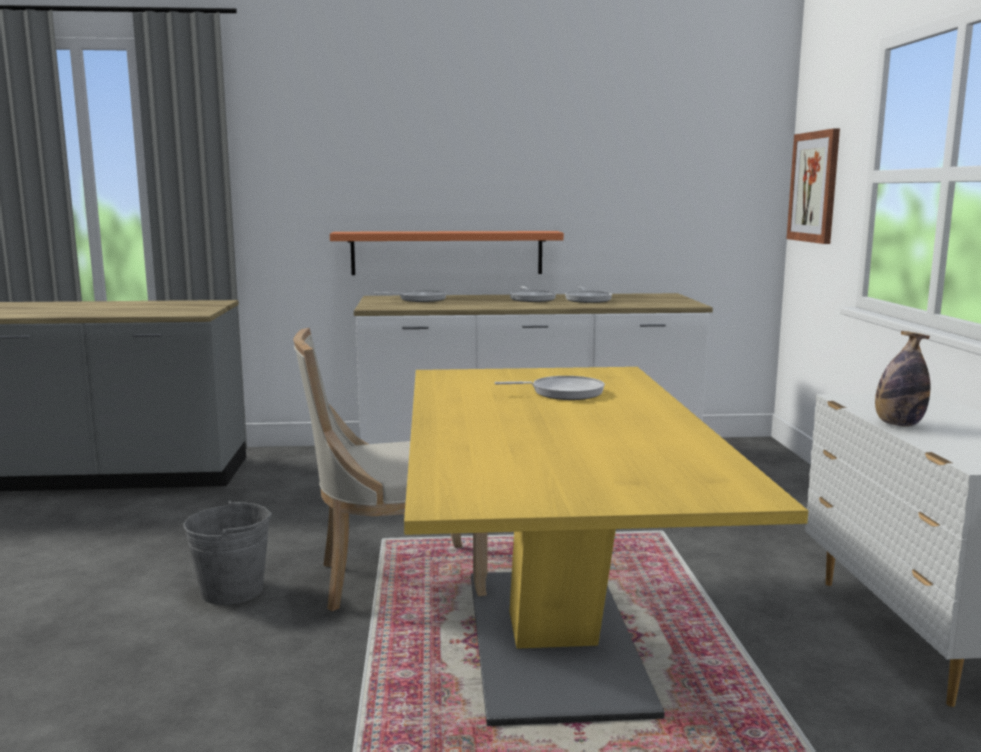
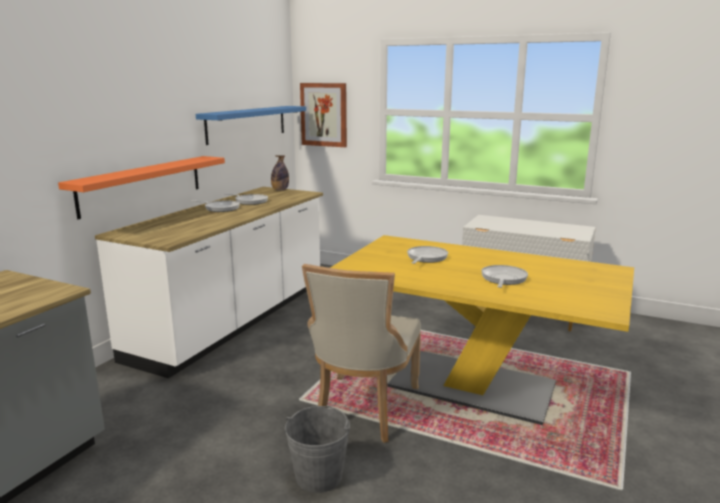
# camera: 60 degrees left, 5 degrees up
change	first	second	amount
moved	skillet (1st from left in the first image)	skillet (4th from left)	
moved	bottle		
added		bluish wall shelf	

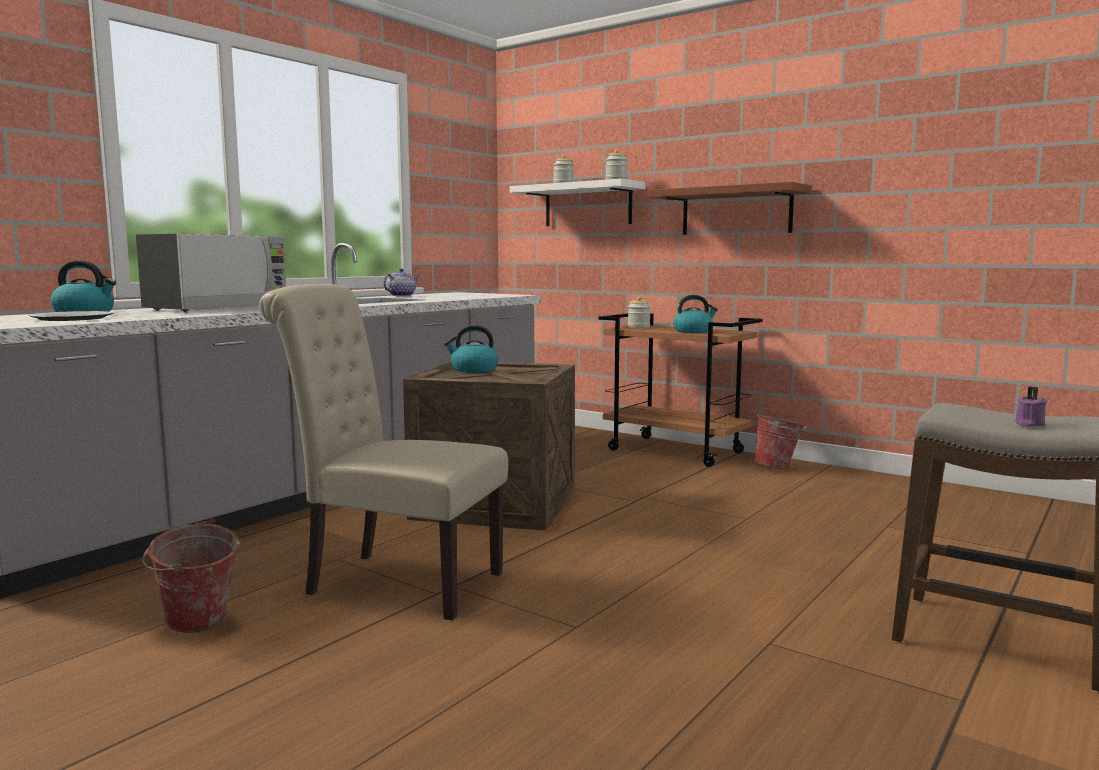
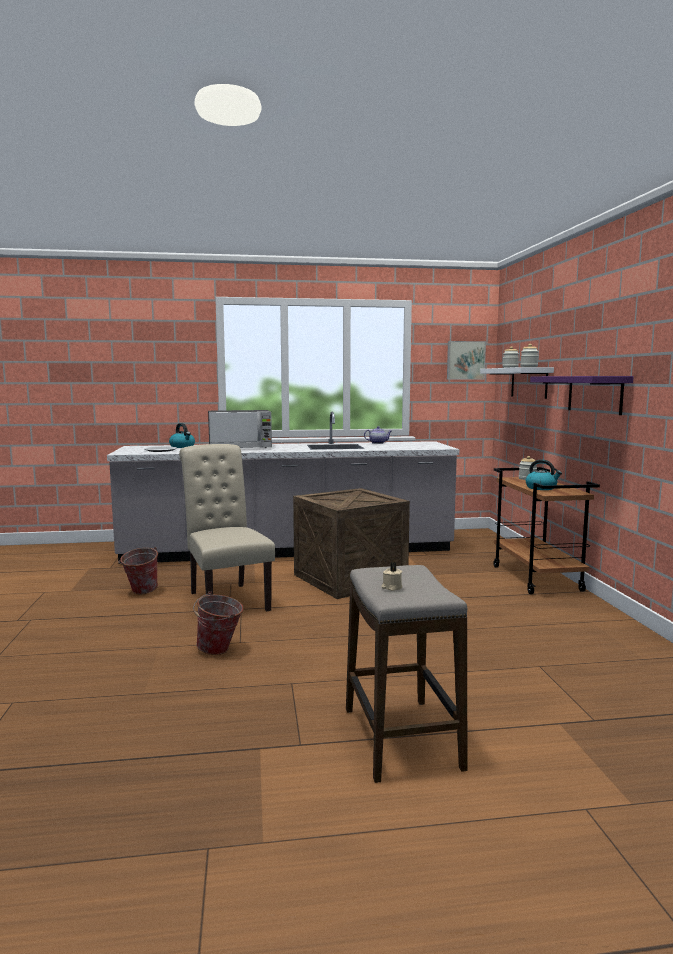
# camera: 45 degrees right, 0 degrees up
change	first	second	amount
recoloured	brown wall shelf	purple wall shelf	
removed	tea kettle (2nd from left)		
recoloured	purple wax candle	sand-coloured wax candle	
moved	pail (2nd from left)		
added		picture	

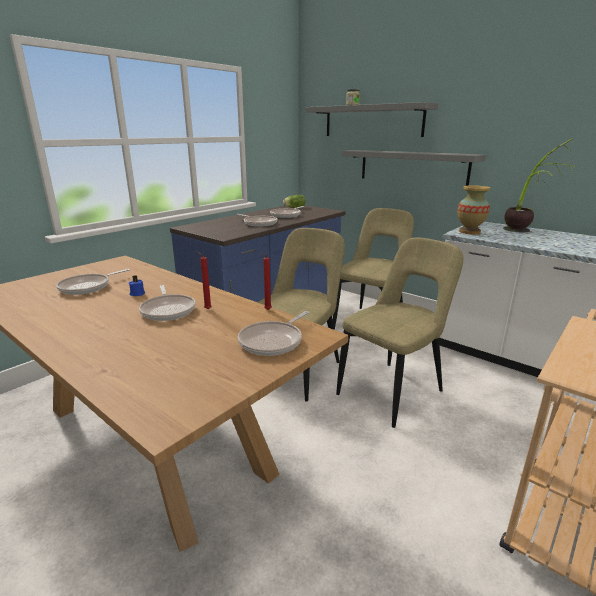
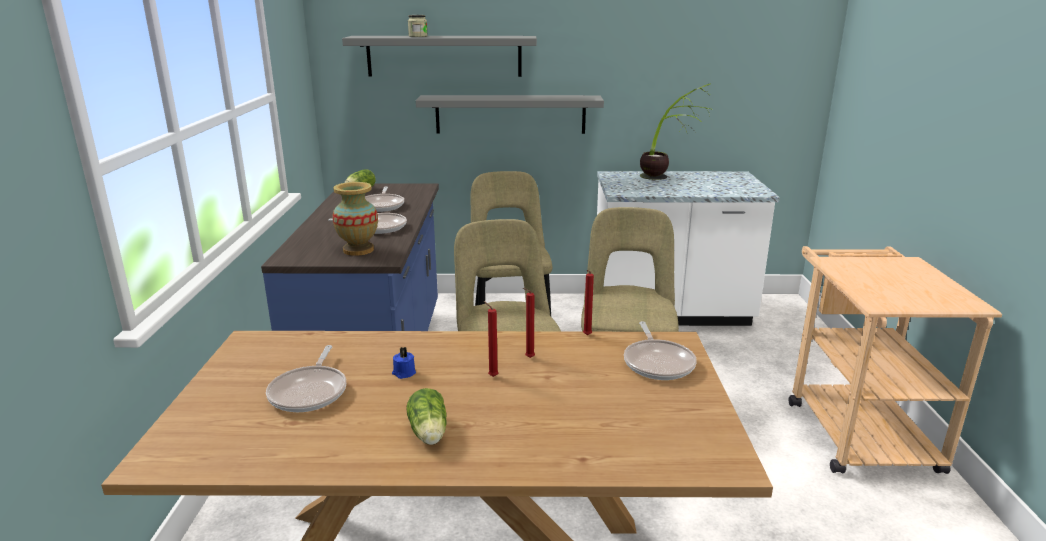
# camera: 40 degrees left, 0 degrees up
change	first	second	amount
moved	flower vase		
replaced	skillet (2nd from left)	reddish wax candle (1st from left)	
added		head of lettuce (2nd from left)	

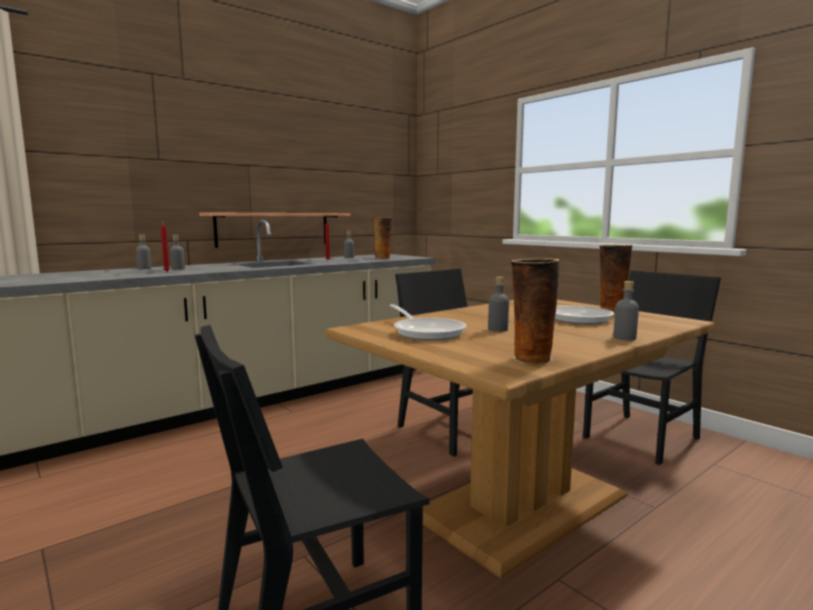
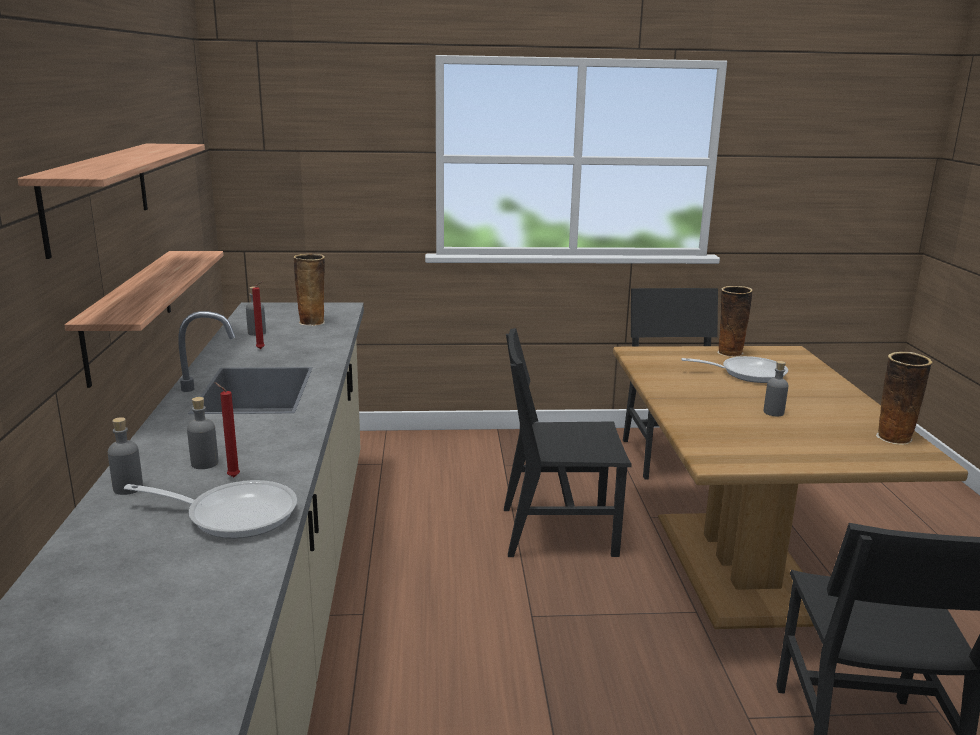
# camera: 55 degrees left, 10 degrees up
change	first	second	amount
removed	greyish bottle (5th from left)		
moved	skillet (1st from left)		
added		wall shelf (1st from left)	

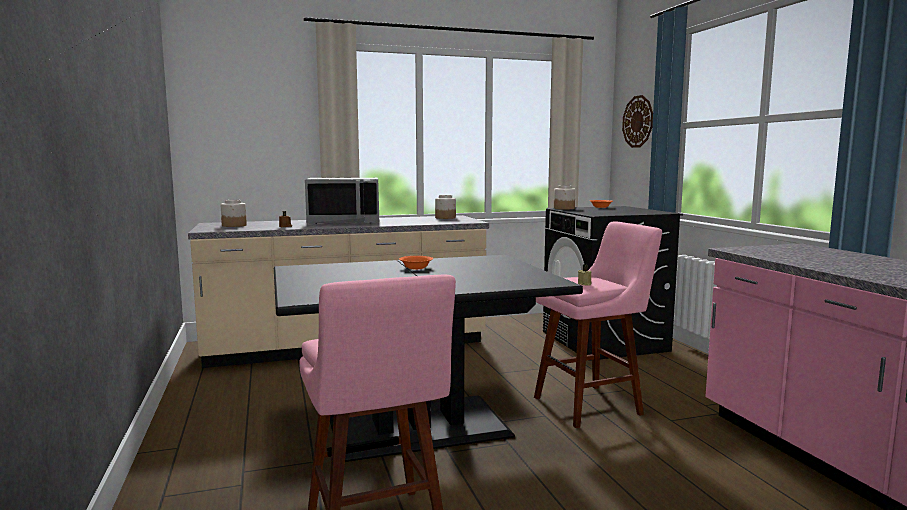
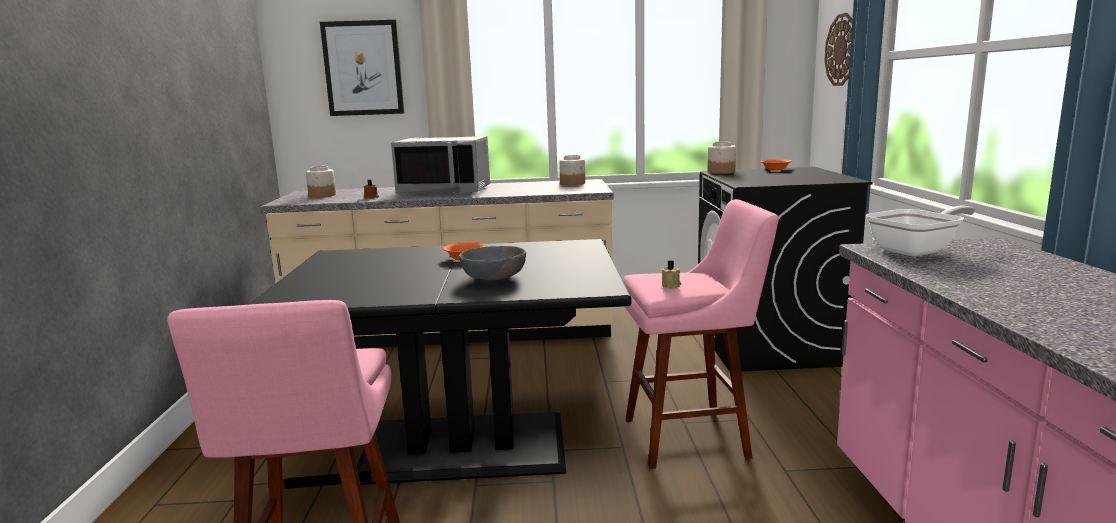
# camera: 15 degrees right, 5 degrees up
change	first	second	amount
added		picture	
added		skillet	
added		greyish deep dish	

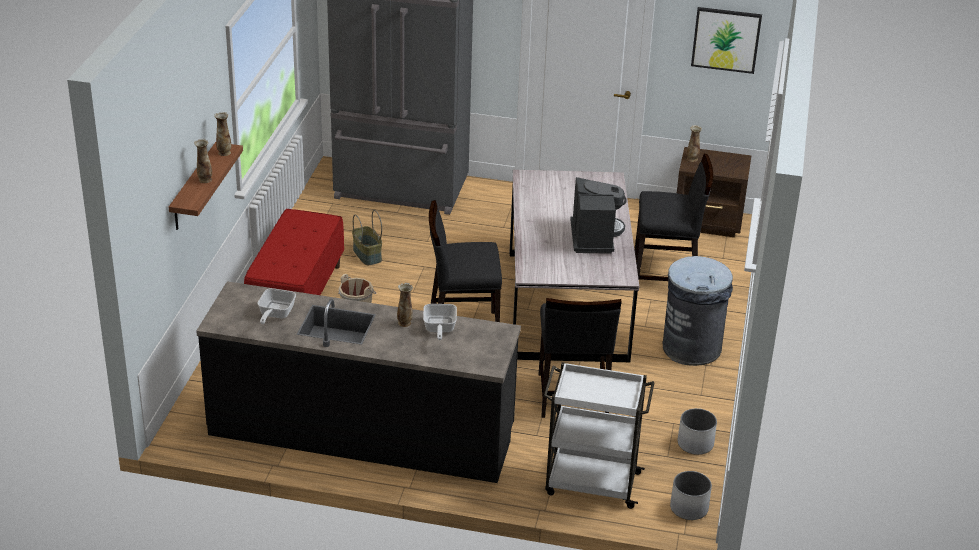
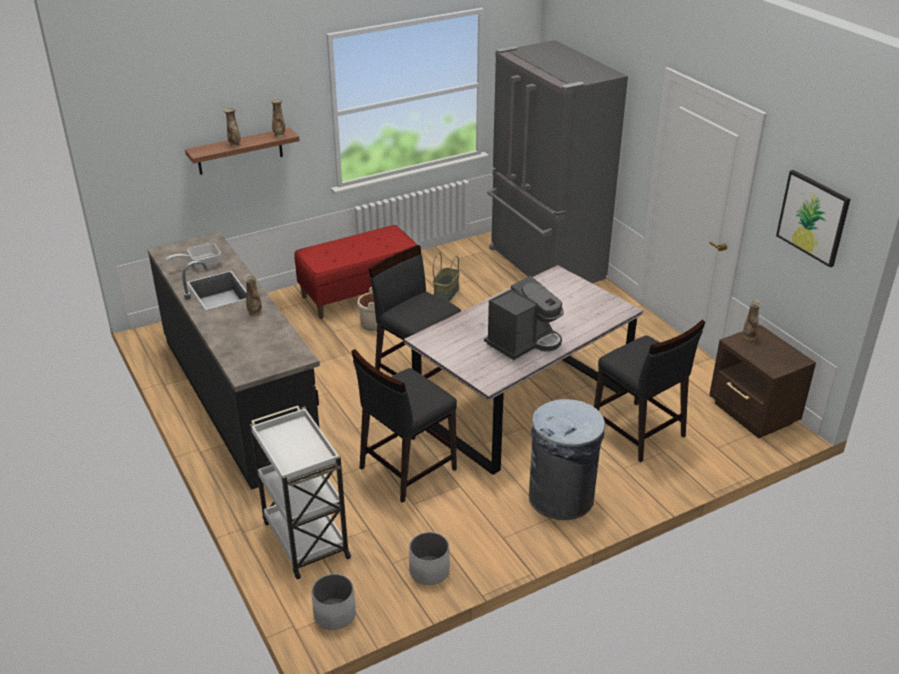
# camera: 50 degrees right, 0 degrees up
change	first	second	amount
removed	skillet (2nd from left)		

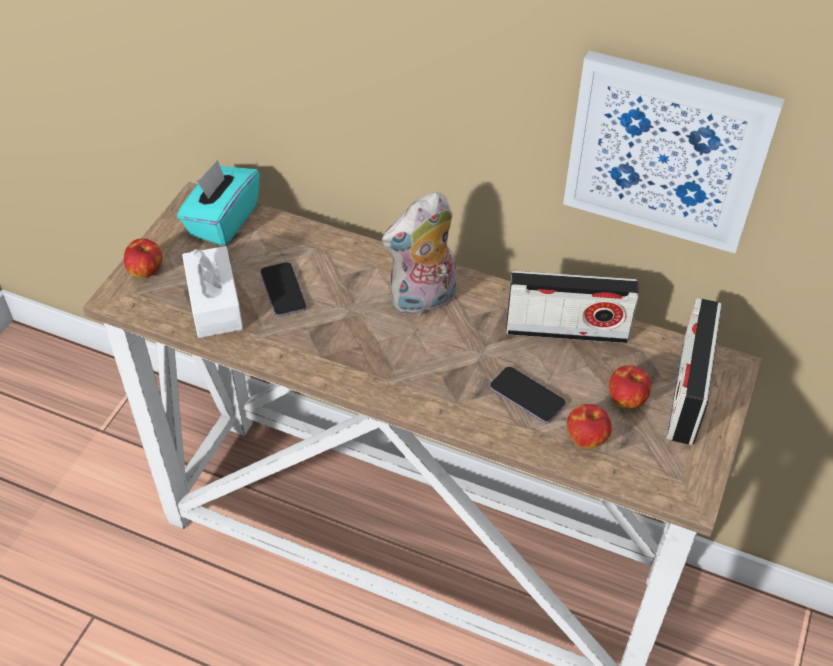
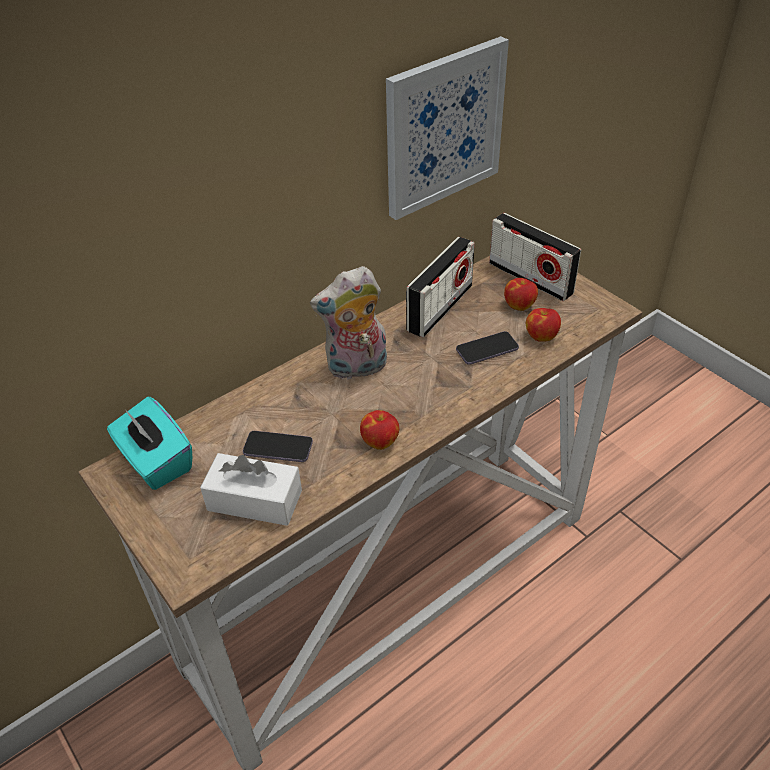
# camera: 60 degrees left, 5 degrees down
change	first	second	amount
turned	plush toy		75 degrees clockwise
moved	apple (1st from left)		

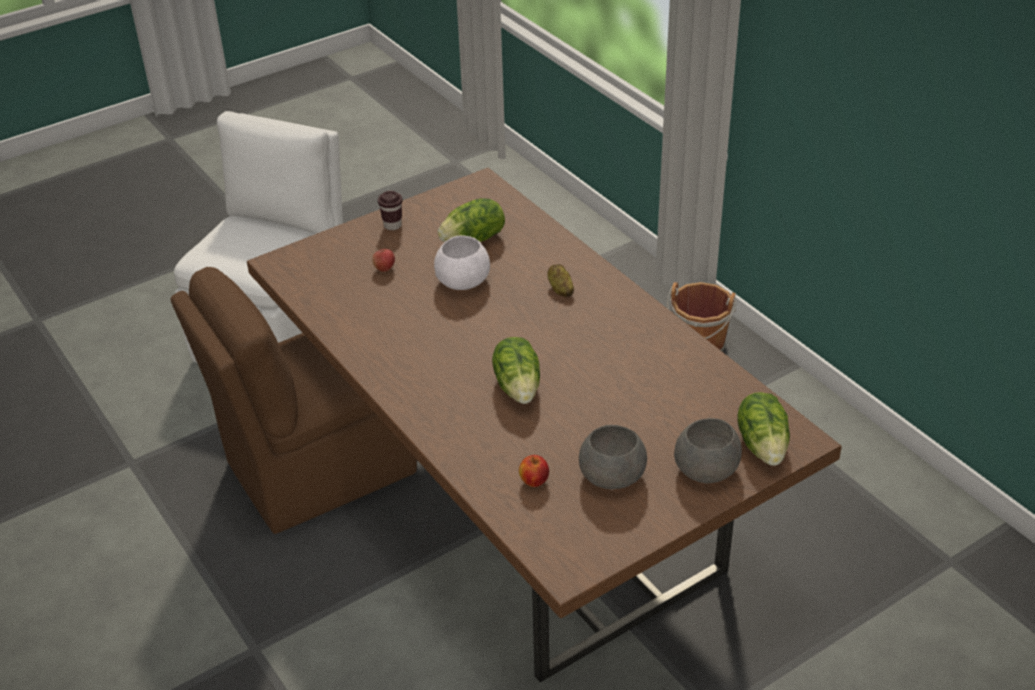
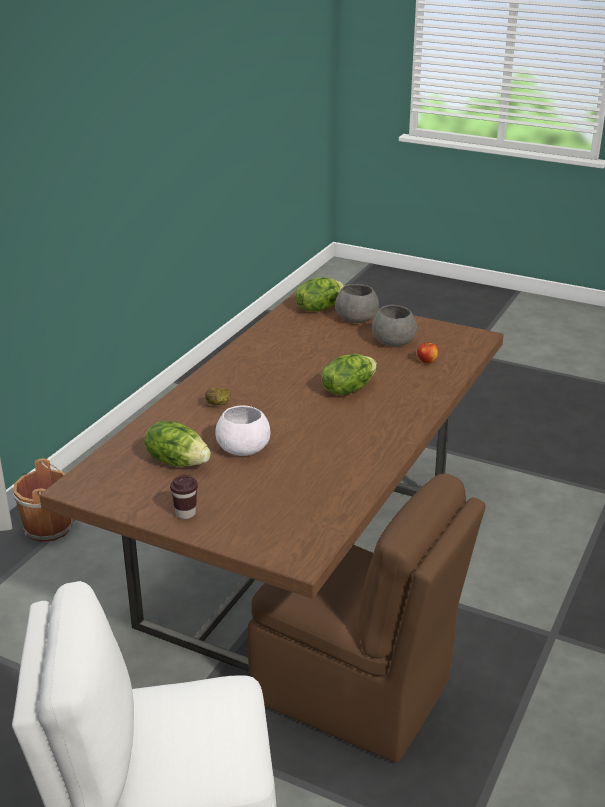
# camera: 120 degrees left, 10 degrees down
change	first	second	amount
removed	apple (1st from left)		

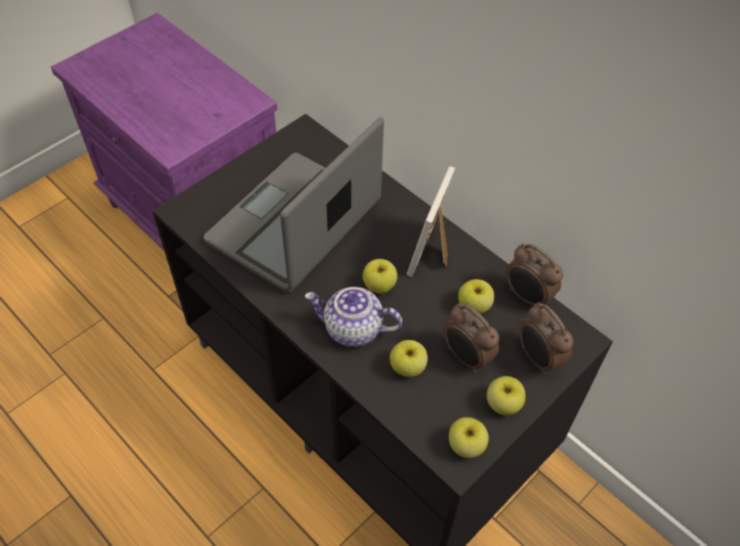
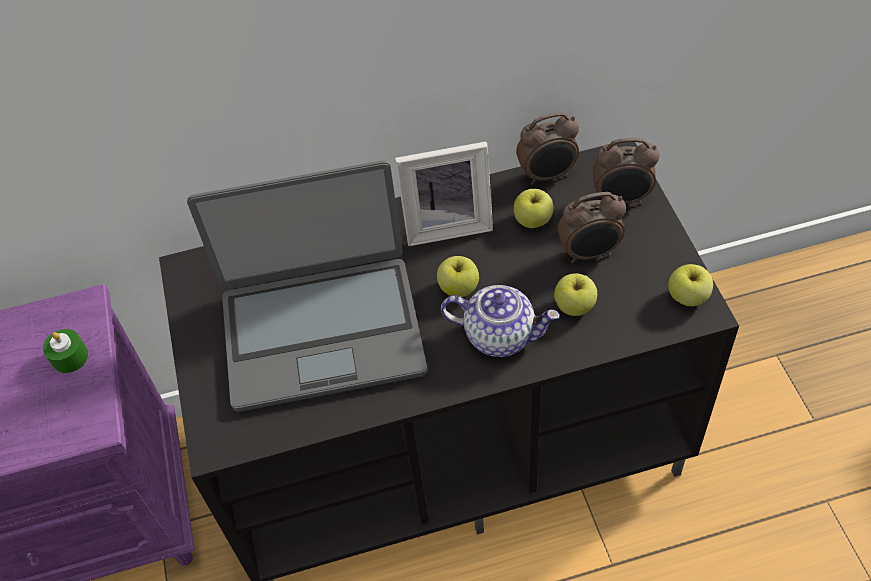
# camera: 55 degrees left, 0 degrees up
change	first	second	amount
turned	notebook computer		75 degrees counterclockwise
turned	photo frame		60 degrees counterclockwise
turned	teapot		120 degrees counterclockwise
removed	apple (5th from left)		
added		green-coloured wax candle	

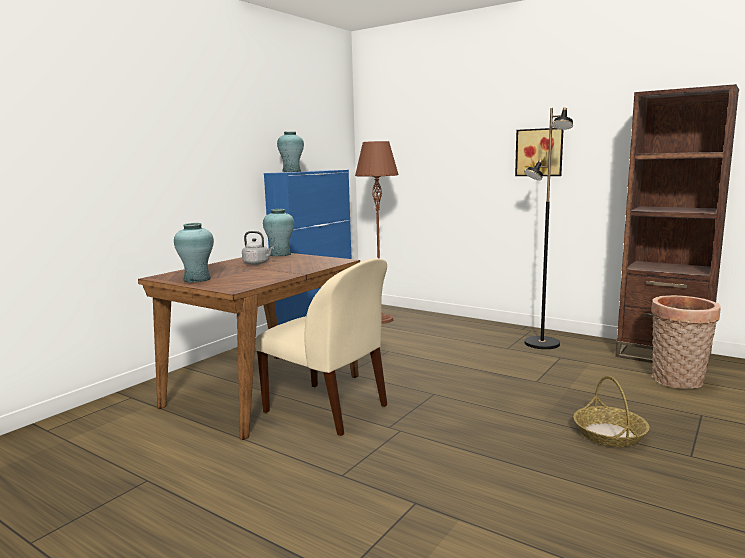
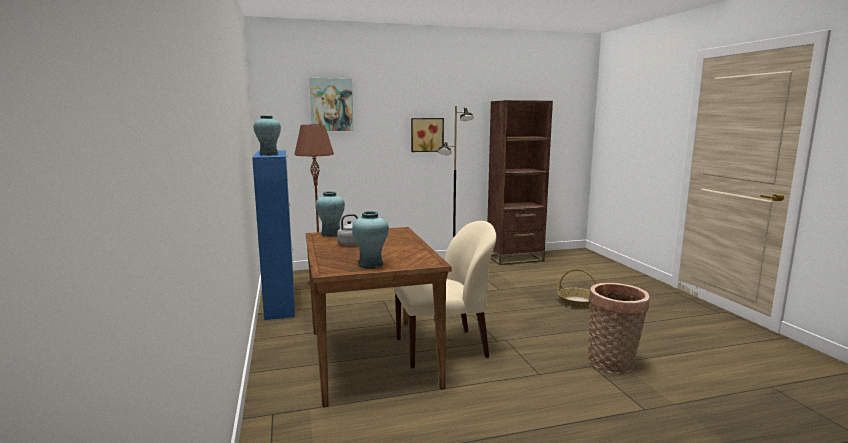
# camera: 50 degrees left, 0 degrees up
change	first	second	amount
moved	household basket (2nd from left)		
added		picture (1st from left)	

